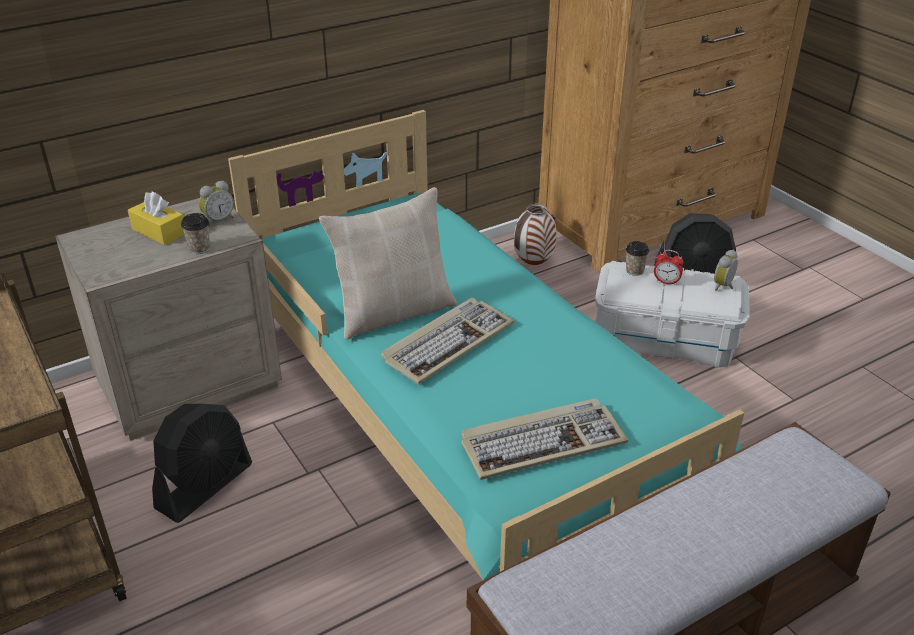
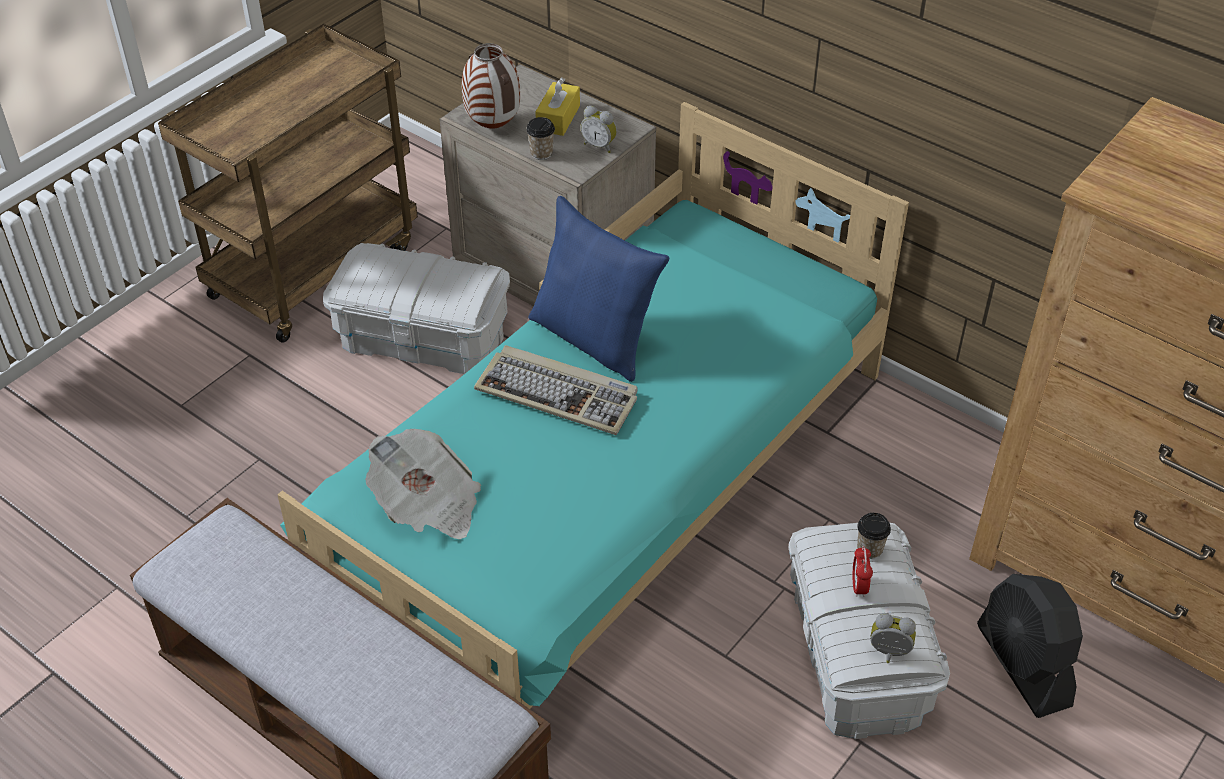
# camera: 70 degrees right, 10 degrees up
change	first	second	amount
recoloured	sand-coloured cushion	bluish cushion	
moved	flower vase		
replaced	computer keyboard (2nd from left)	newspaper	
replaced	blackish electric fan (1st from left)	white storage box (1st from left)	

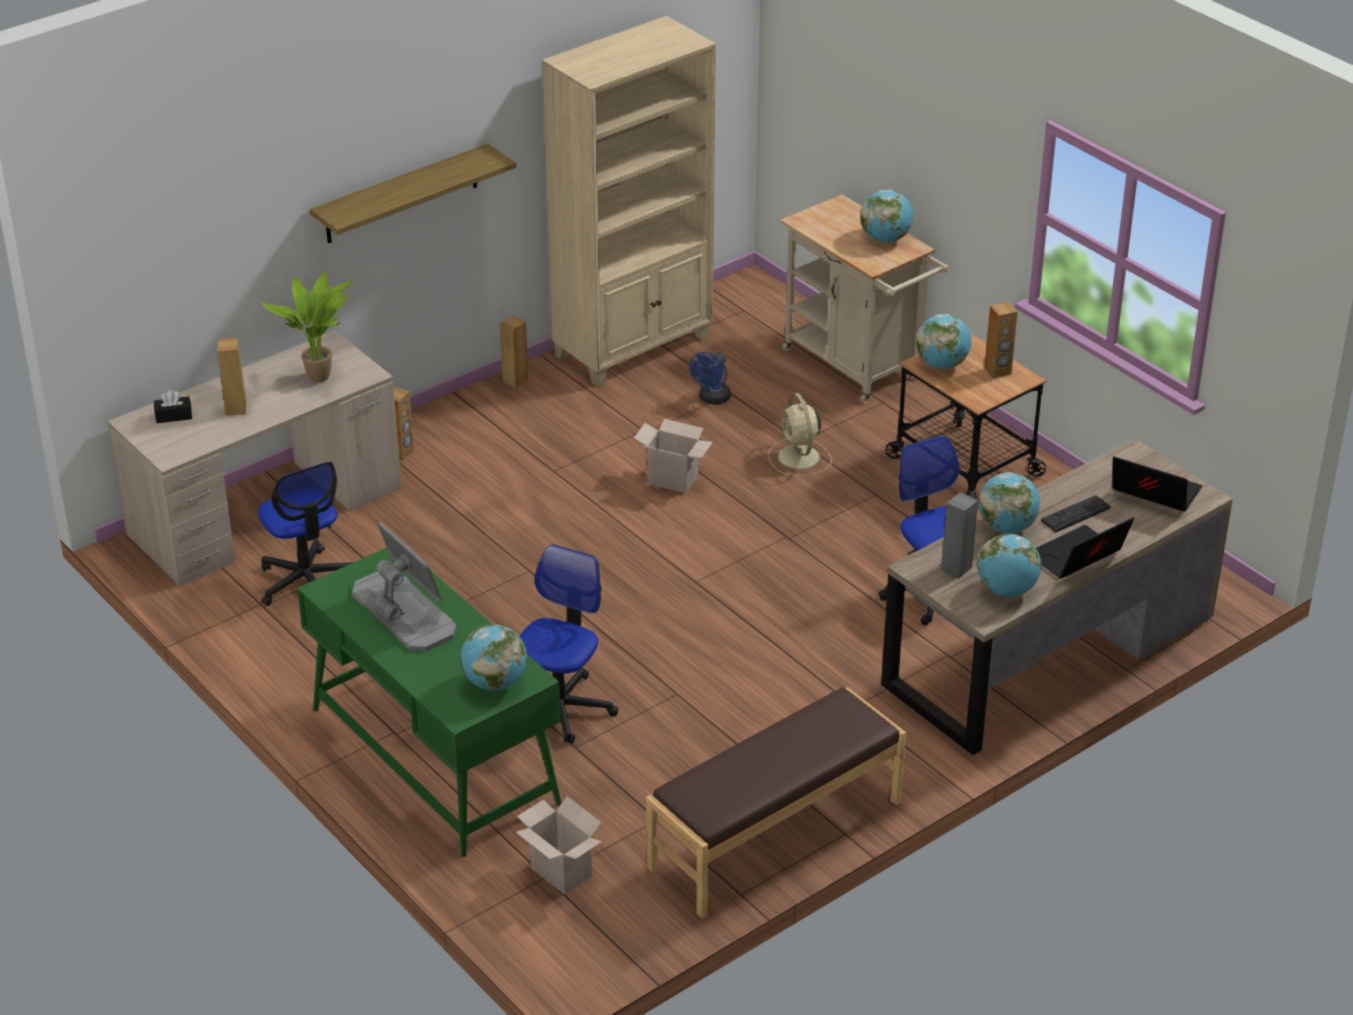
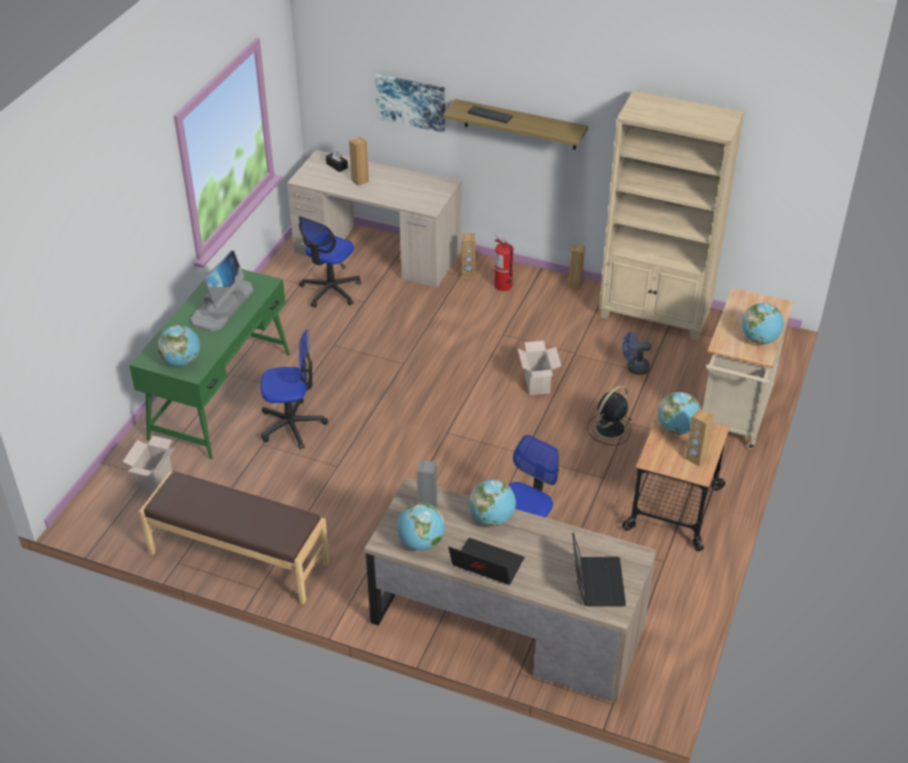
# camera: 60 degrees right, 5 degrees up
change	first	second	amount
removed	houseplant		
recoloured	sand-coloured electric fan	blackish electric fan	
moved	computer keyboard		
added		picture	
added		fire-fighting cylinder	

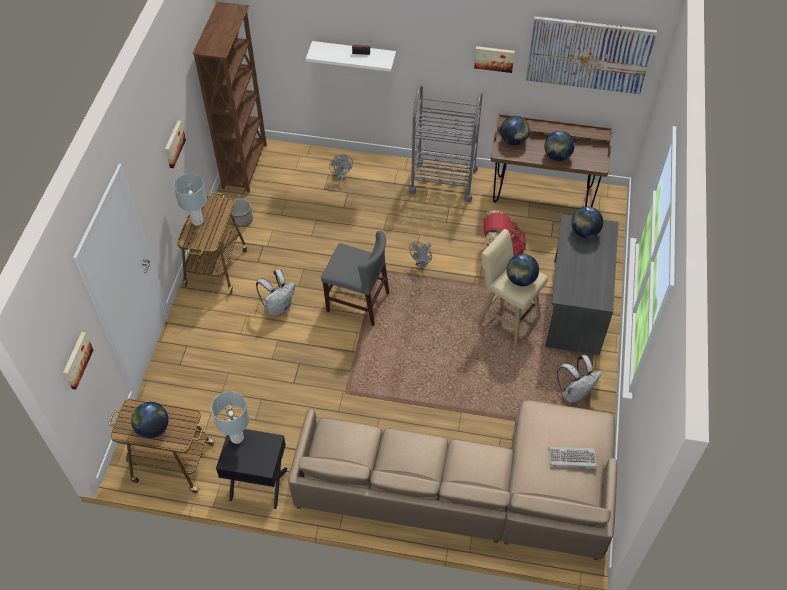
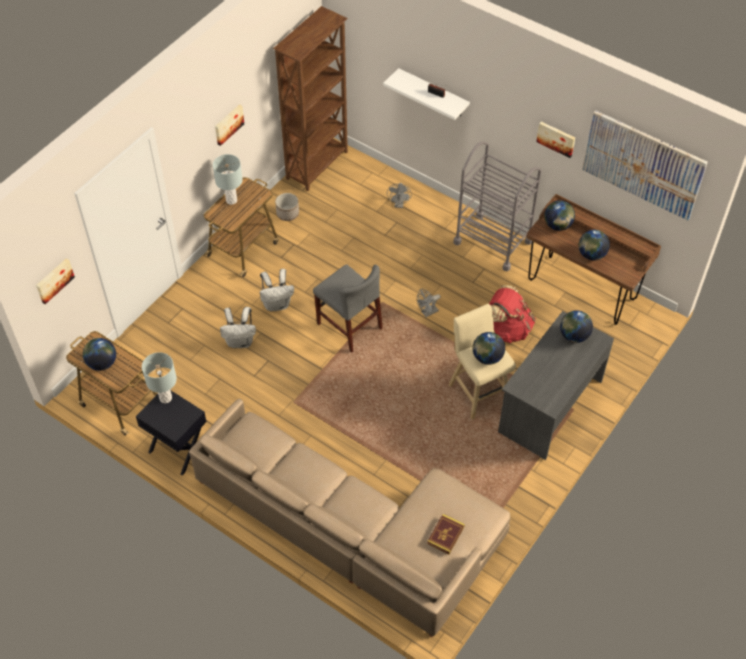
# camera: 25 degrees right, 0 degrees up
change	first	second	amount
moved	white backpack (2nd from left in the first image)	white backpack (1st from left)	
replaced	computer keyboard	book	

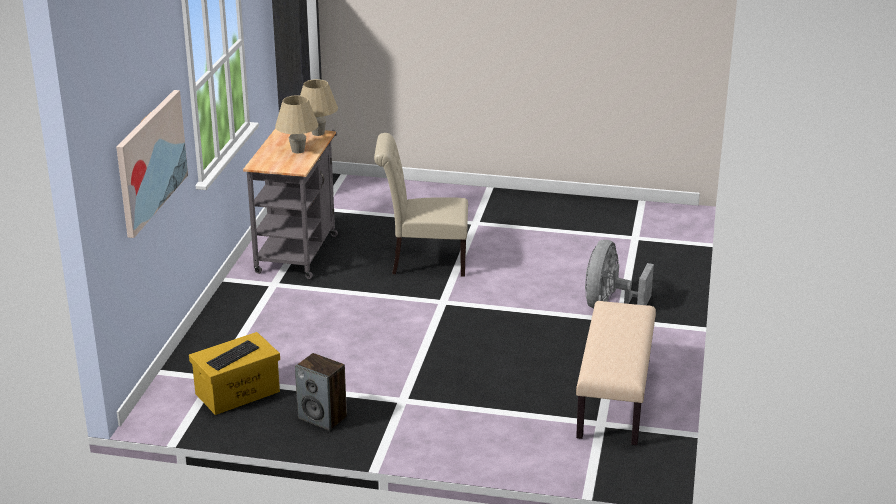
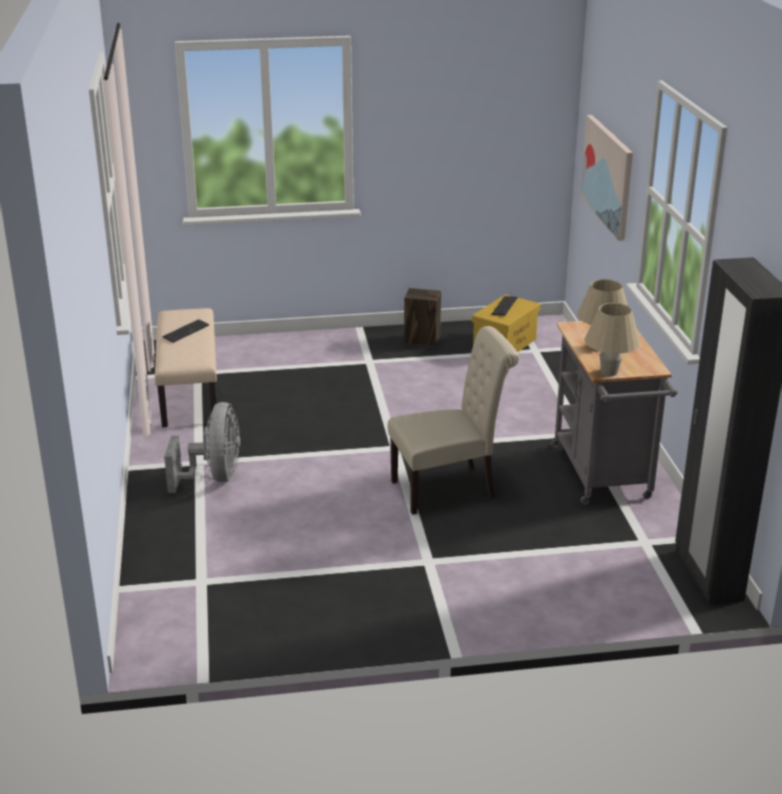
# camera: 160 degrees right, 0 degrees up
change	first	second	amount
added		computer keyboard (1st from left)	

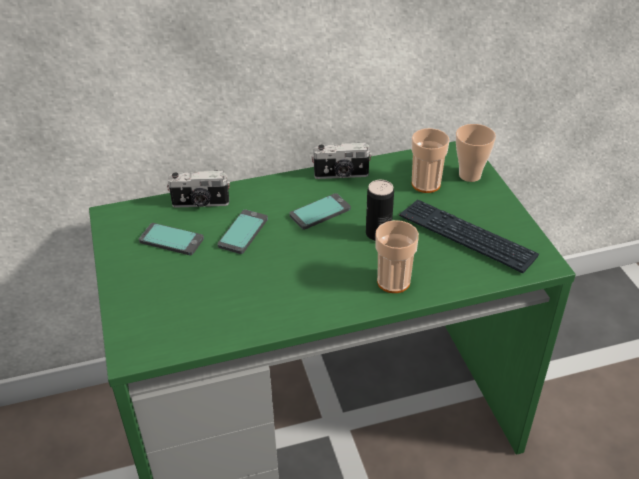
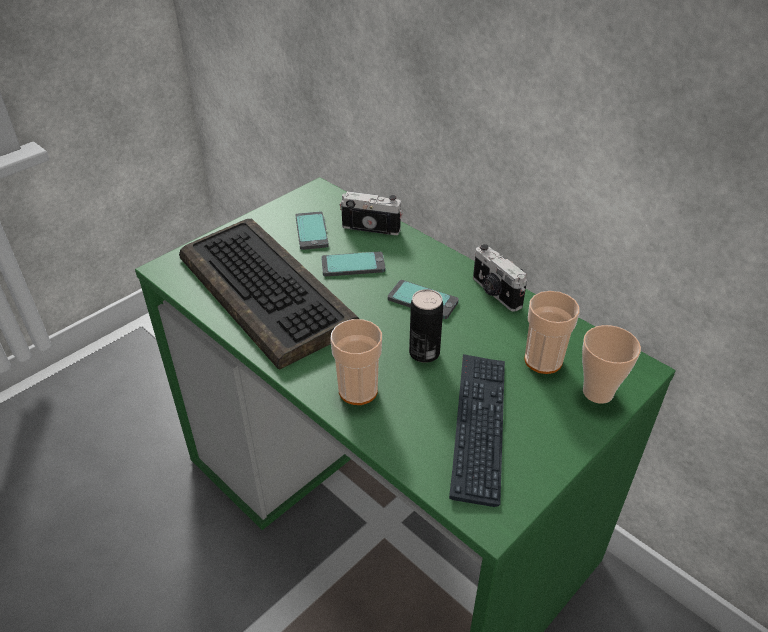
# camera: 60 degrees right, 0 degrees up
change	first	second	amount
turned	photo camera (1st from left)		135 degrees clockwise
added		computer keyboard (1st from left)	

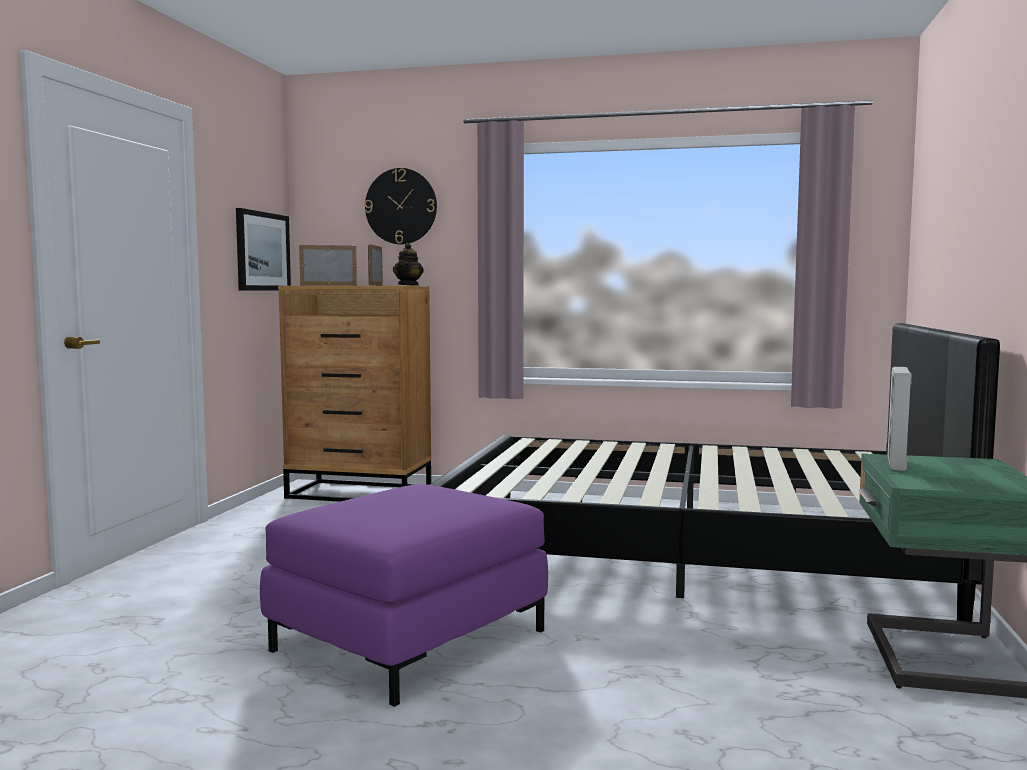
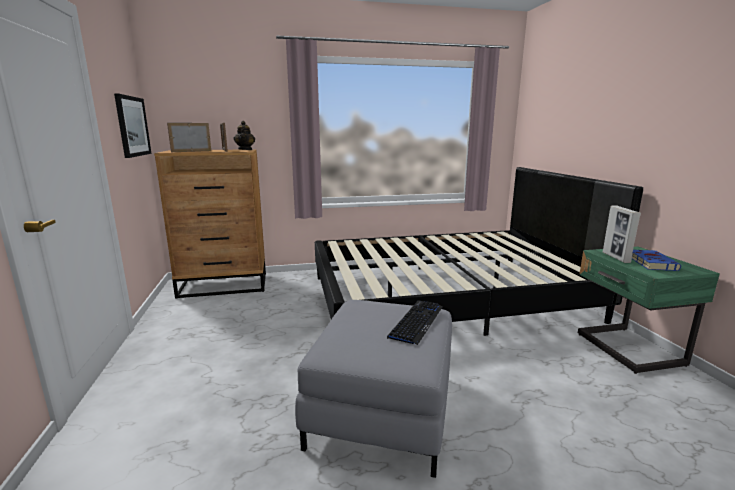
# camera: 25 degrees left, 10 degrees up
change	first	second	amount
removed	wall clock		
recoloured	purple ottoman	greyish ottoman	
added		bluish book	
added		computer keyboard	

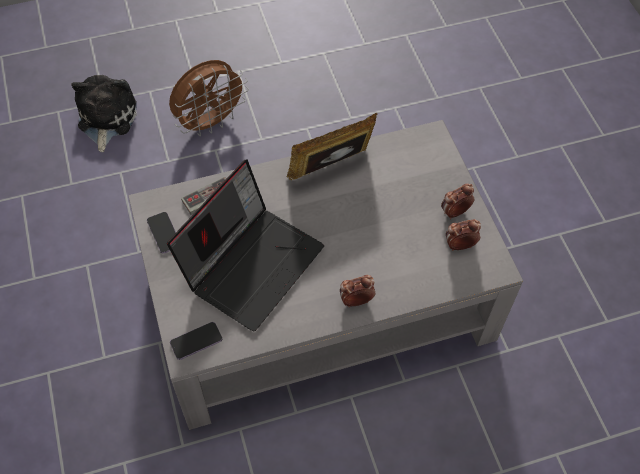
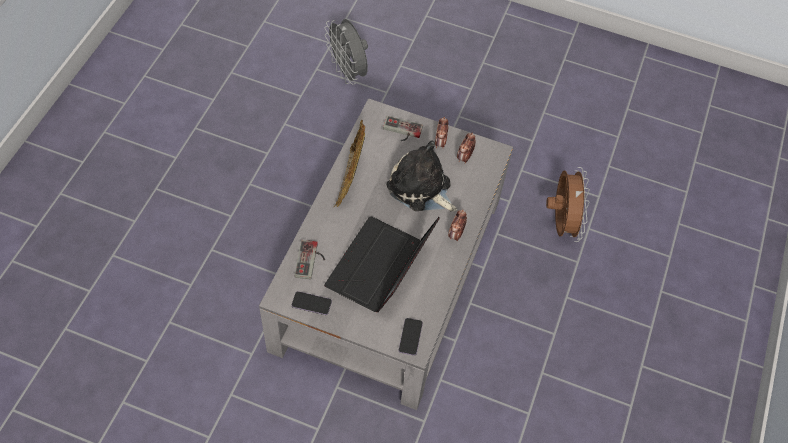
# camera: 55 degrees left, 0 degrees up
change	first	second	amount
moved	brown electric fan		
moved	plush toy		
turned	notebook computer		135 degrees counterclockwise
added		greyish electric fan	
added		game controller (2nd from left)	

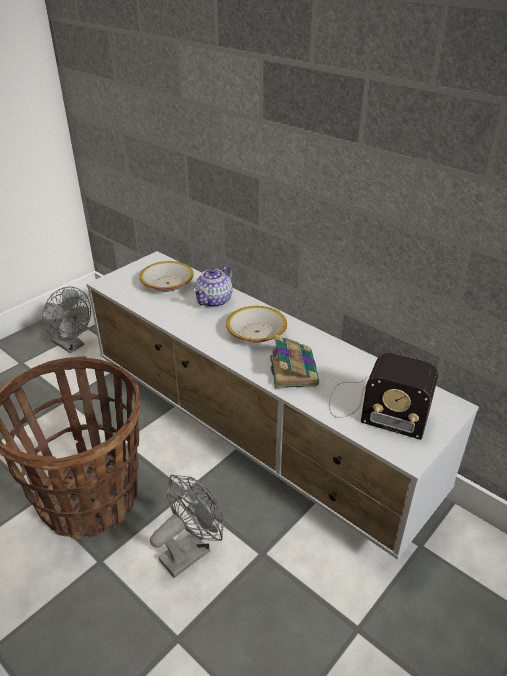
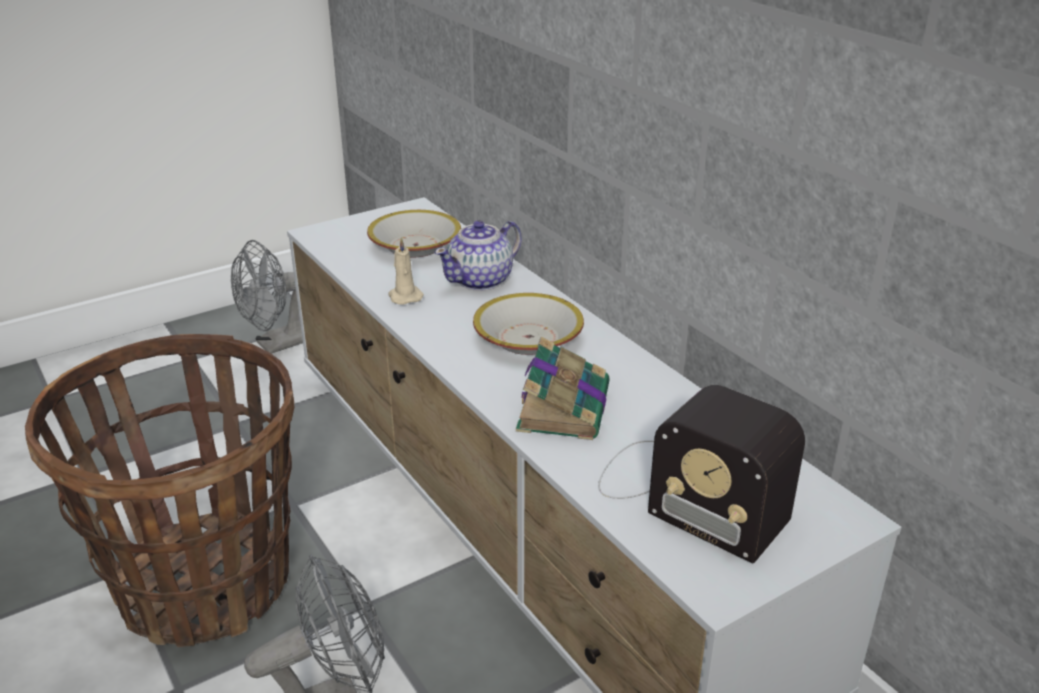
# camera: 15 degrees right, 5 degrees down
change	first	second	amount
turned	greyish electric fan (1st from left)		90 degrees clockwise
added		sand-coloured wax candle	

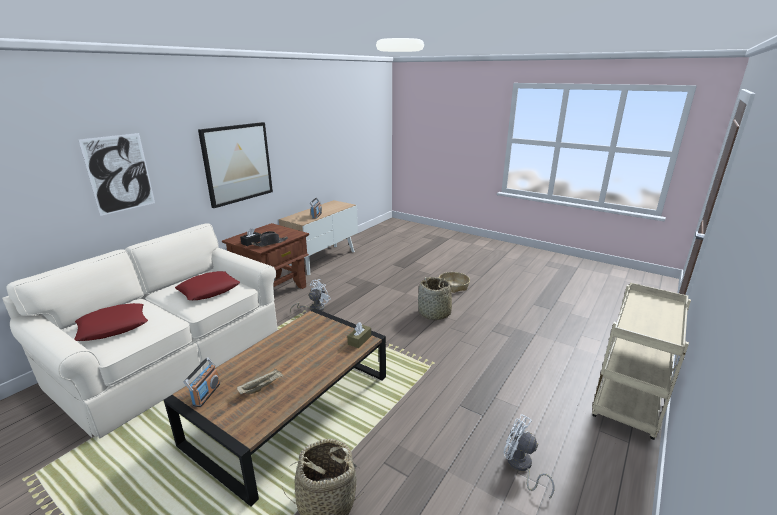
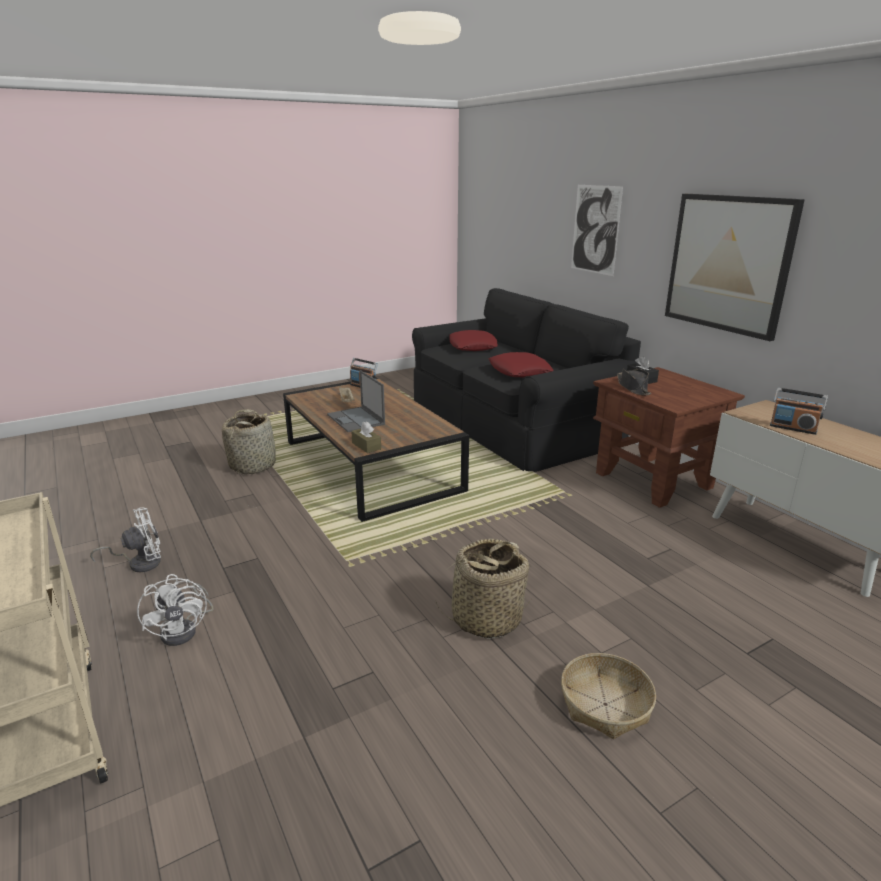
# camera: 115 degrees right, 0 degrees up
change	first	second	amount
recoloured	sand-coloured sofa	blackish sofa	
moved	white electric fan (1st from left in the first image)	white electric fan (2nd from left)	
added		notebook computer	

